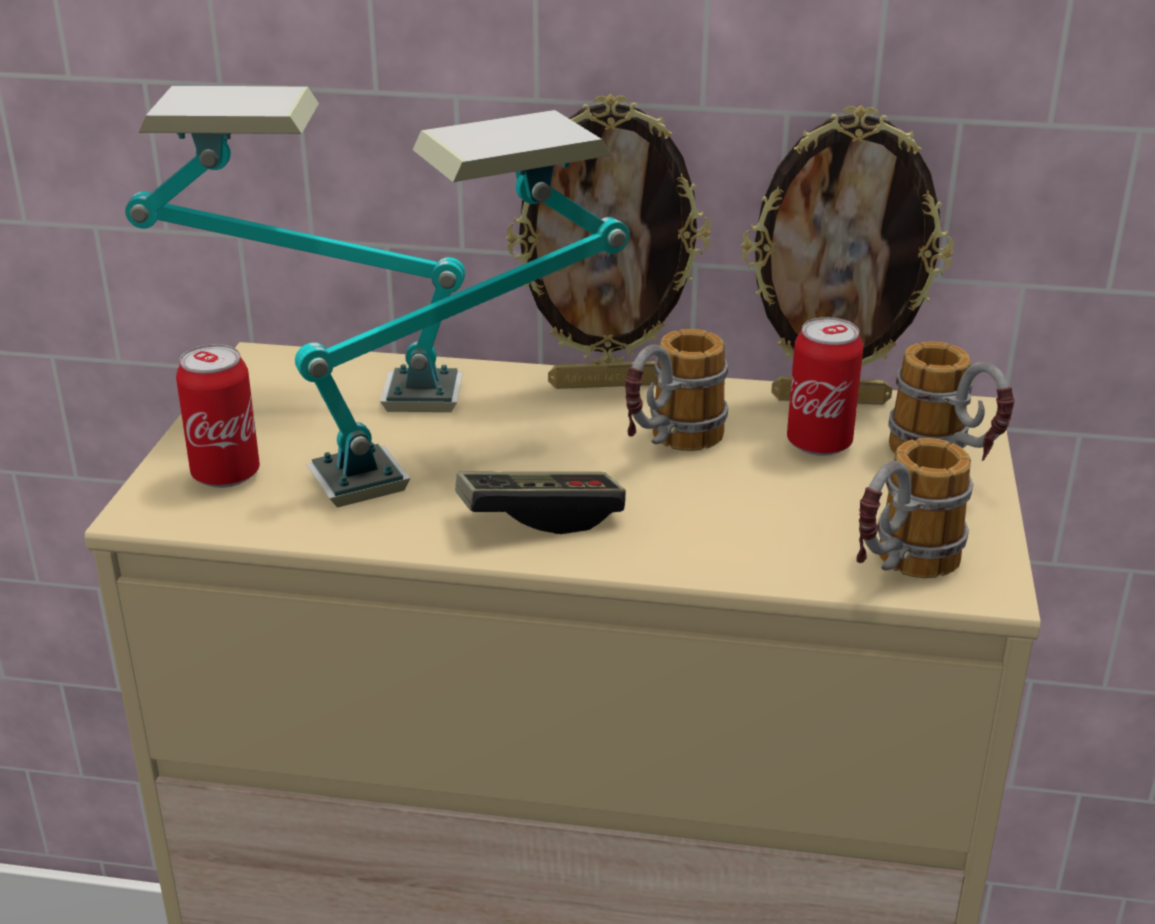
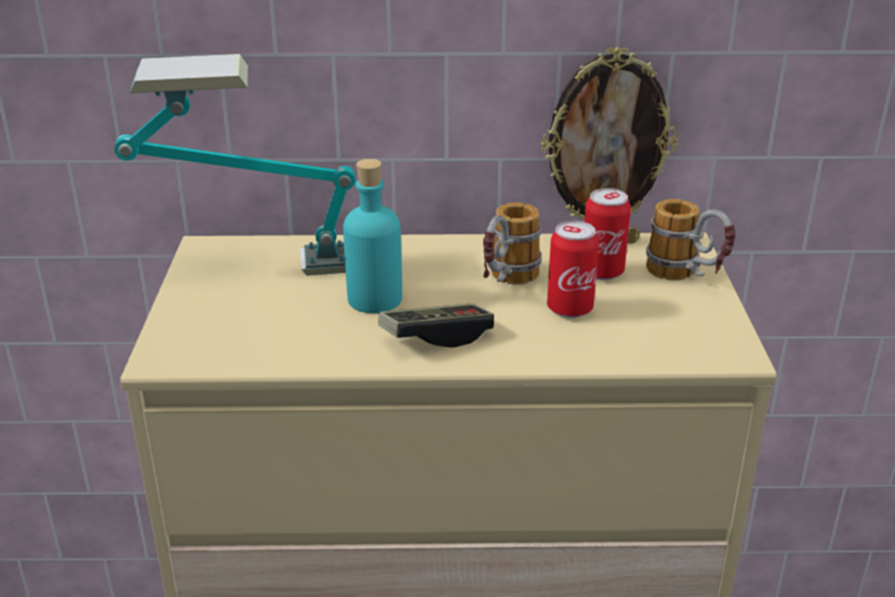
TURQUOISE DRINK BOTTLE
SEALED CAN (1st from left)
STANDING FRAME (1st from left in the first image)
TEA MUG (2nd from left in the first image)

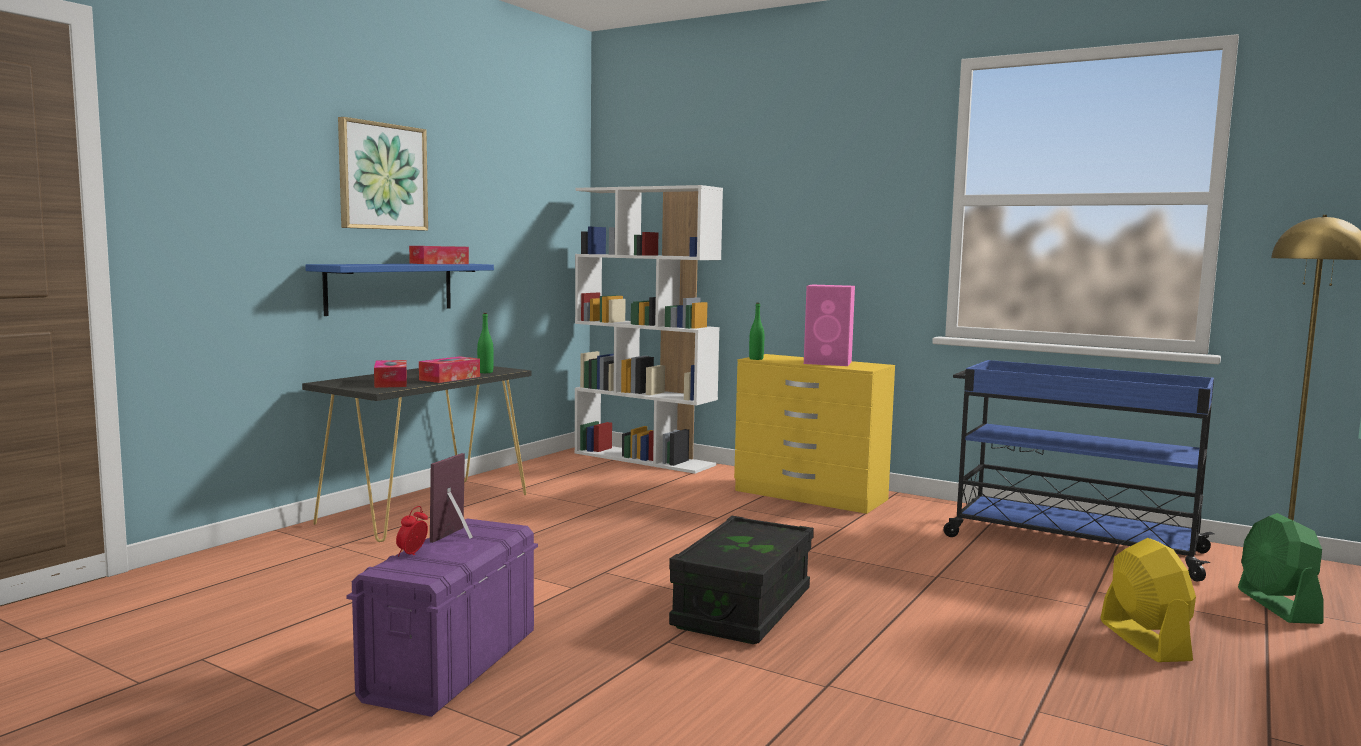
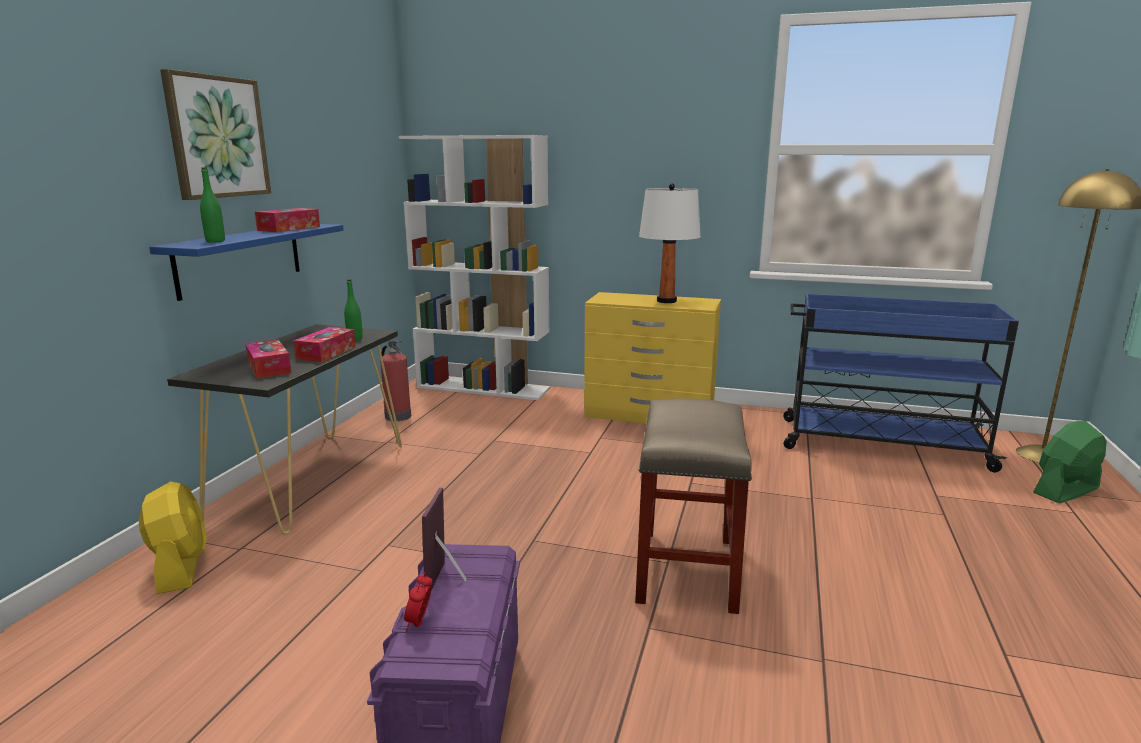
YELLOW-COLOURED COOLING FAN
GREEN-COLOURED DRINK BOTTLE (1st from left)
EXTINGUISHER
SAND-COLOURED SITTING STOOL
WHITISH TABLETOP LAMP
GREEN-COLOURED COOLING FAN

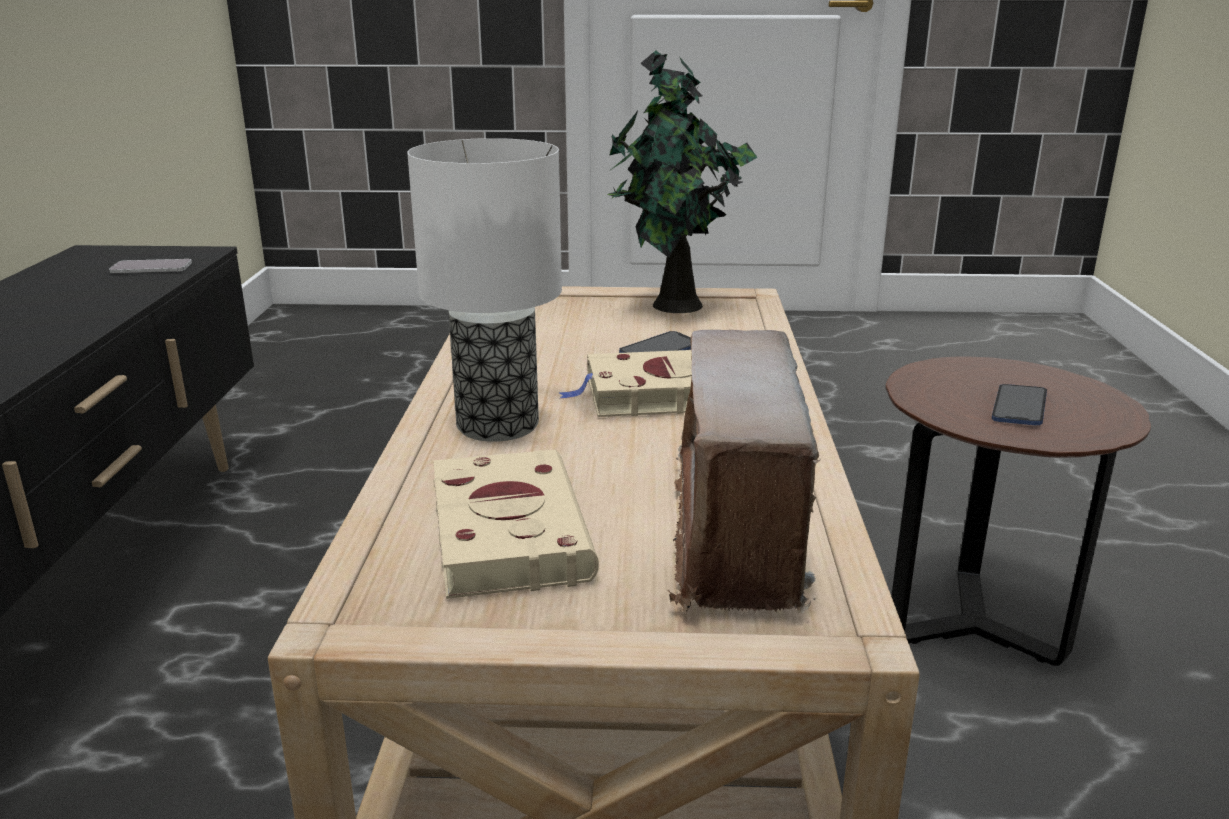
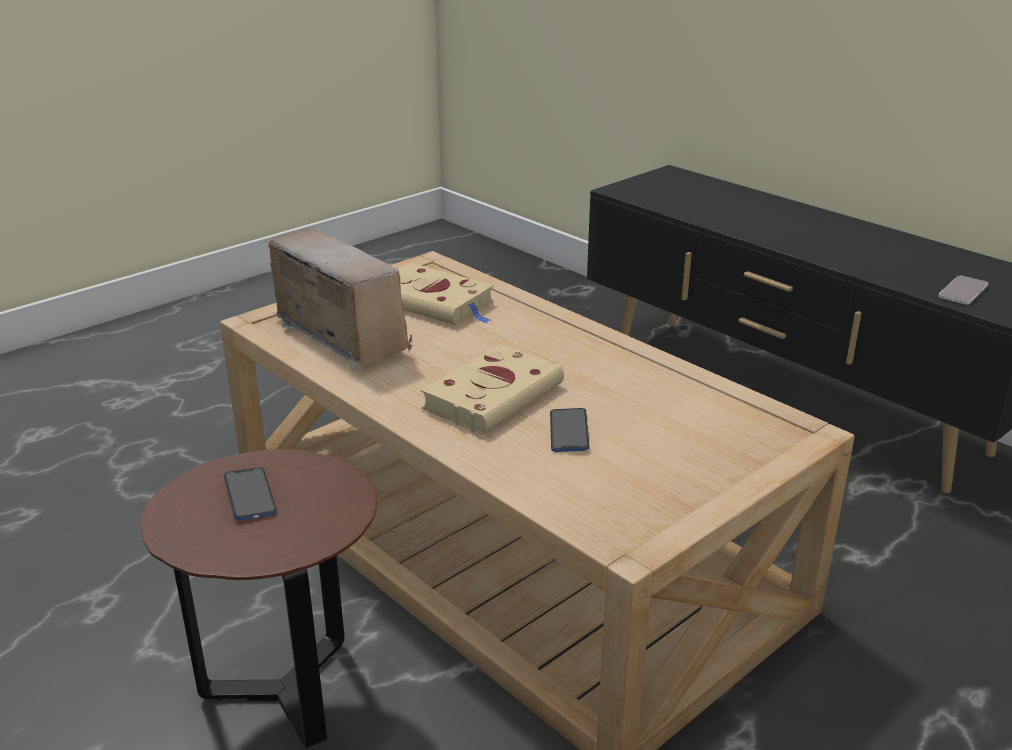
TABLETOP LAMP
POTTED PLANT

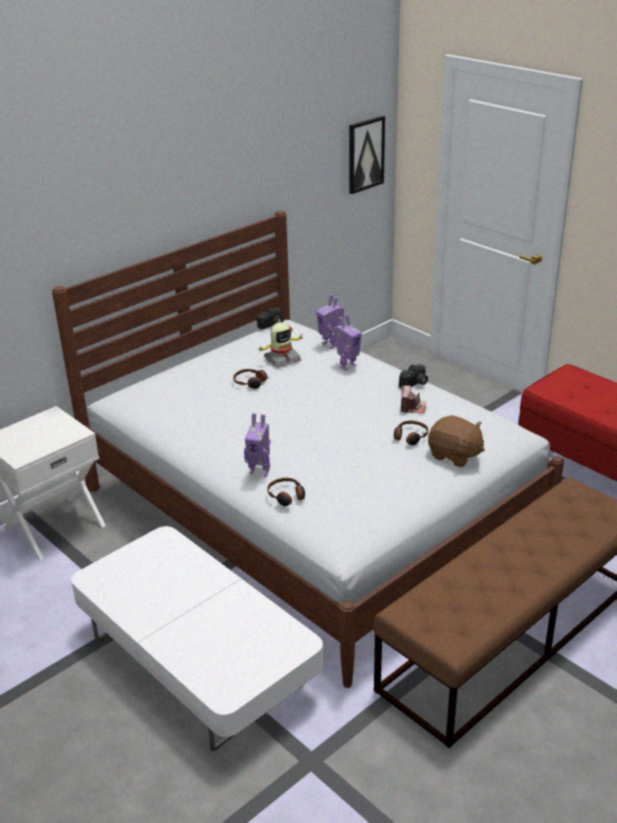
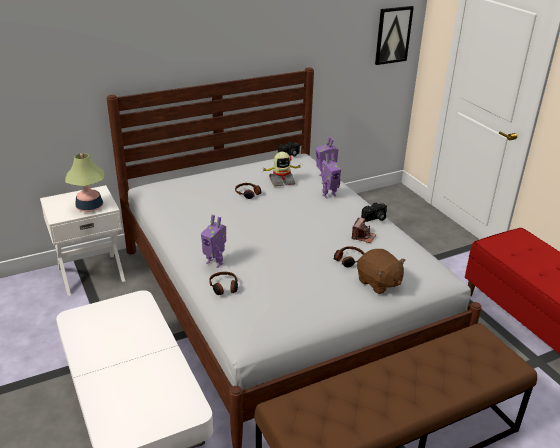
TABLETOP LAMP

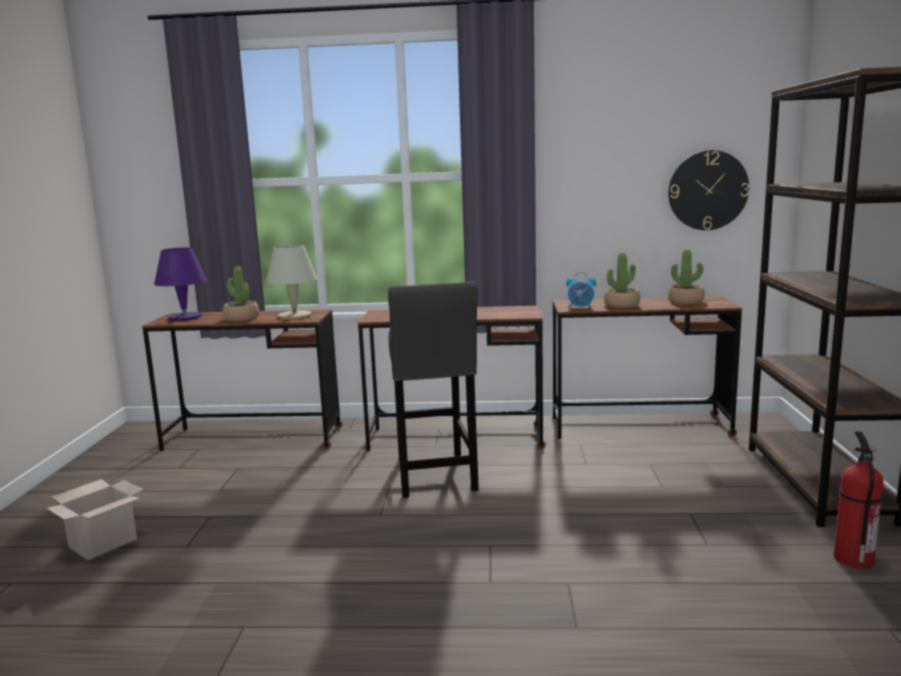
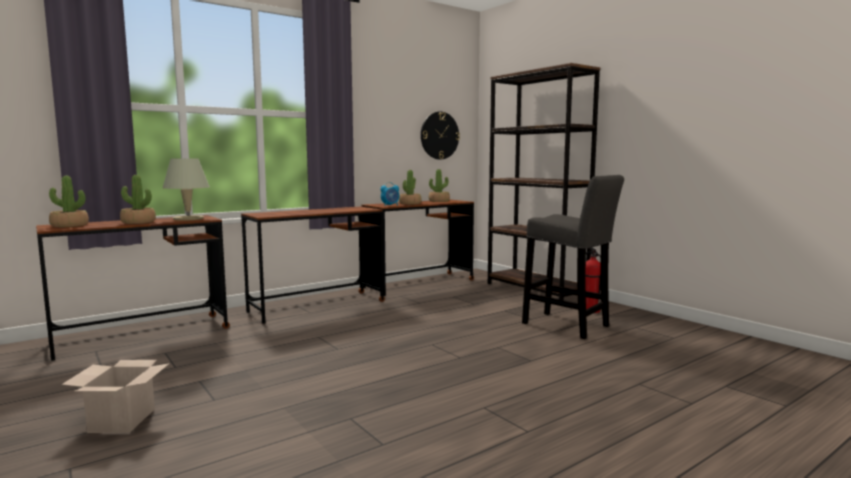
POTTED PLANT (1st from left)
GREY SITTING STOOL

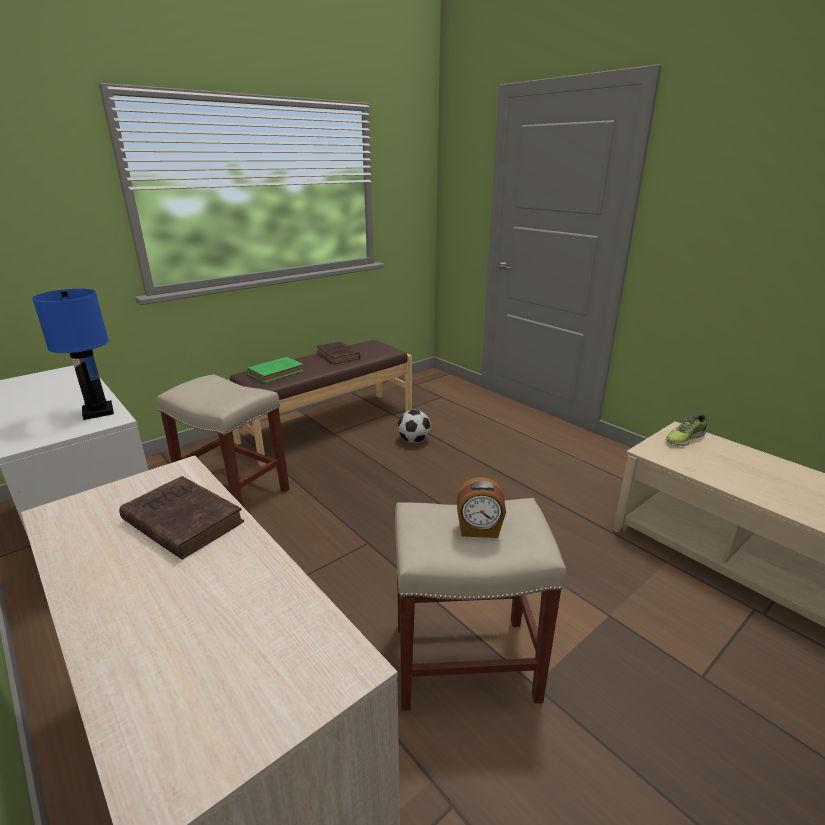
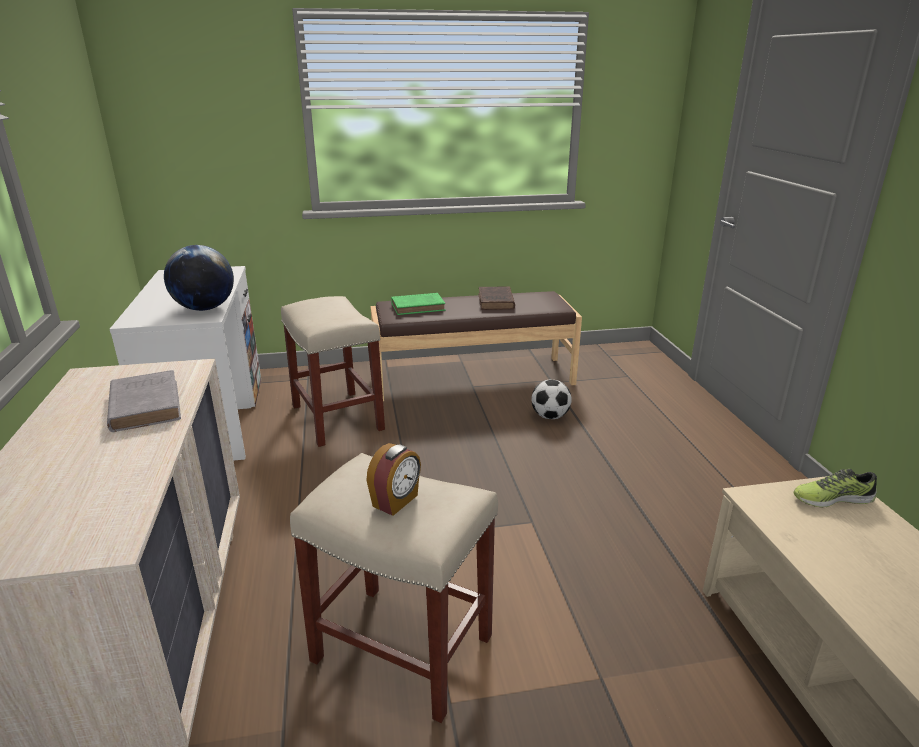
GREY BOUND BOOK
DESK GLOBE
ALARM CLOCK

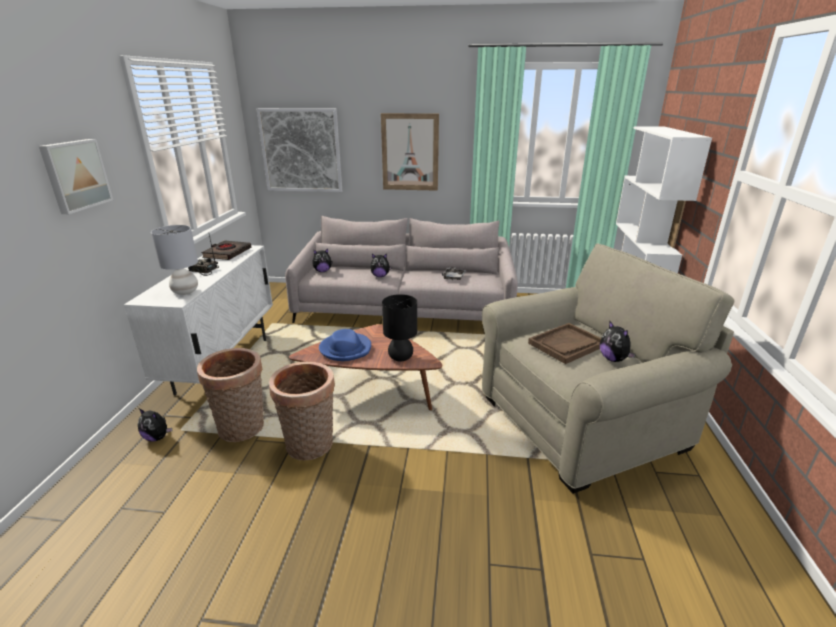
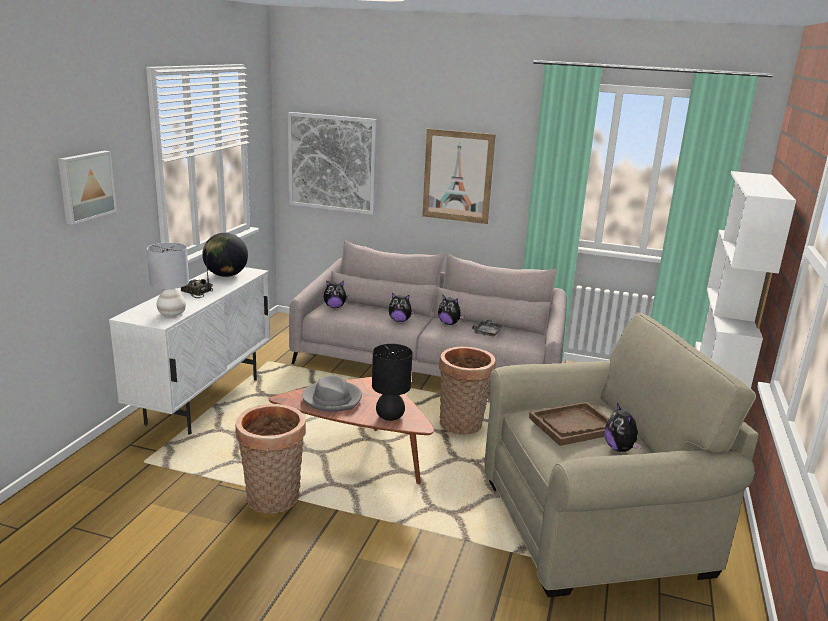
DESK GLOBE
GREY HAT
SOFT TOY (3rd from left)
HOUSEHOLD BASKET (2nd from left)

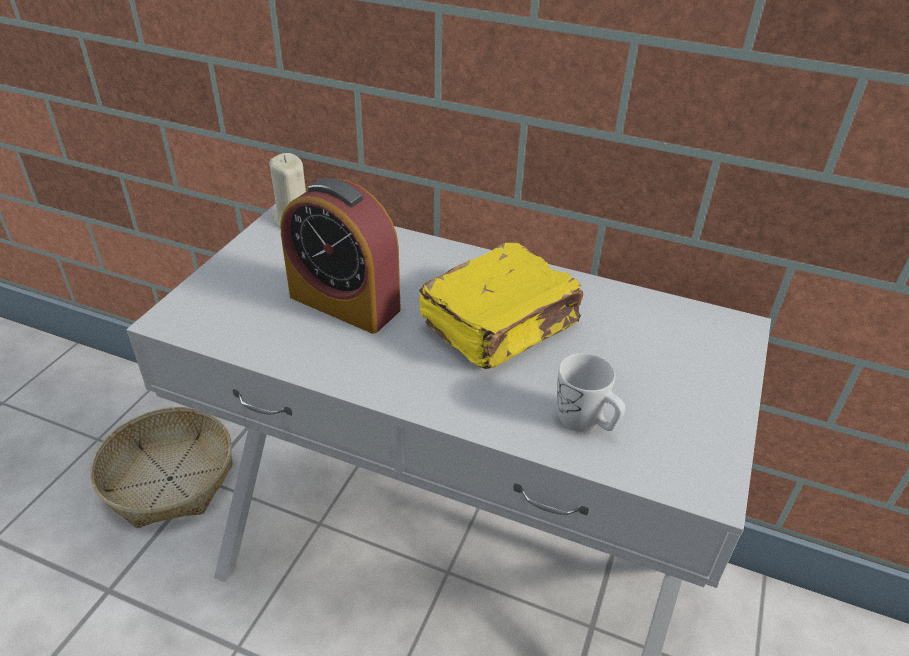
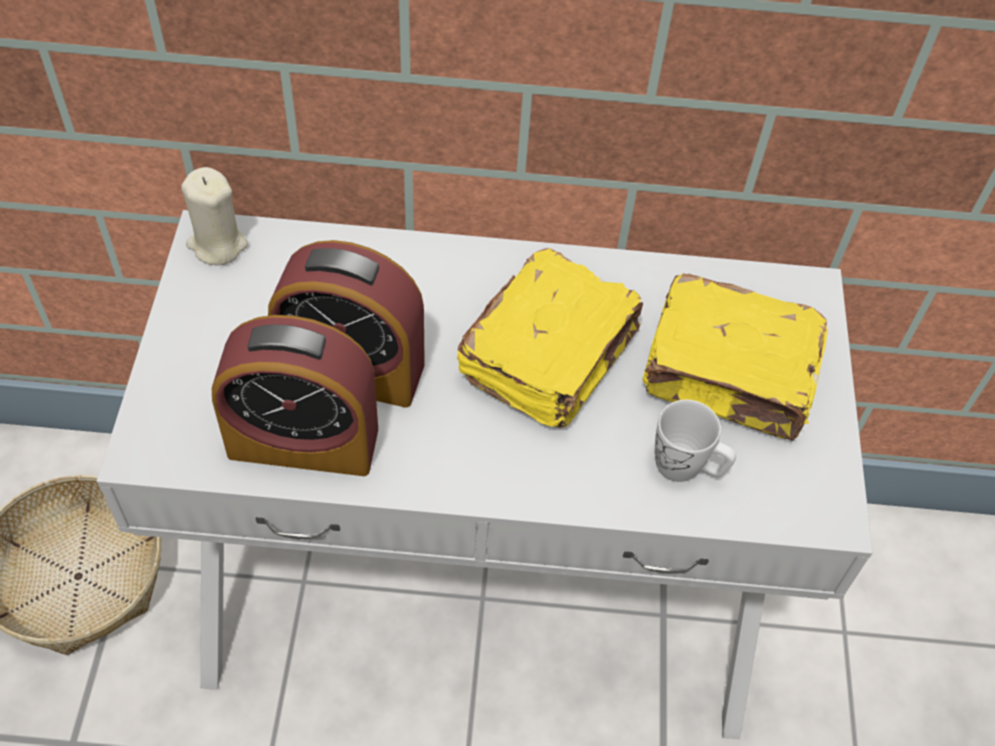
ALARM CLOCK (1st from left)
YELLOW-COLOURED BOUND BOOK (2nd from left)

